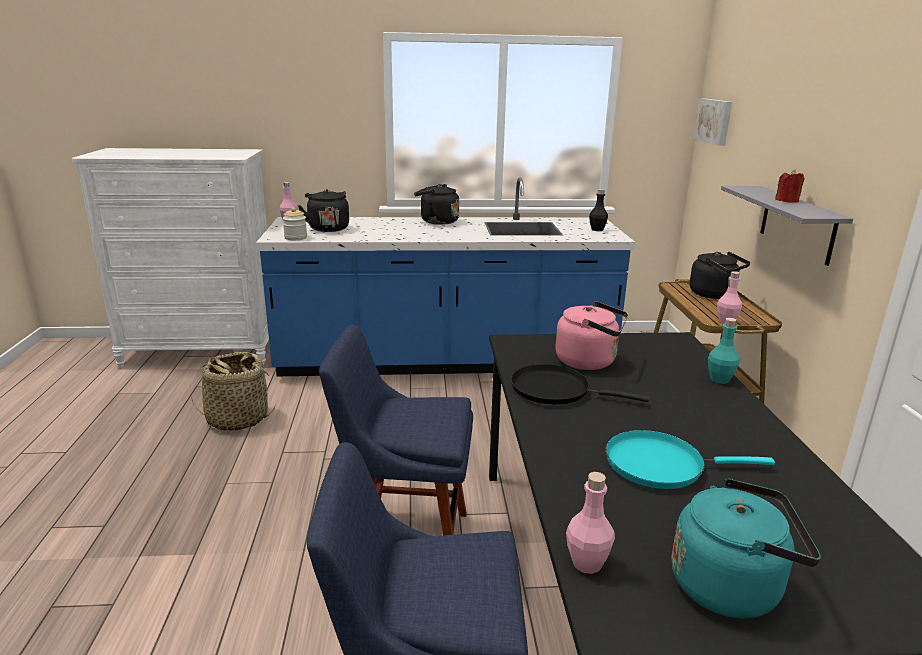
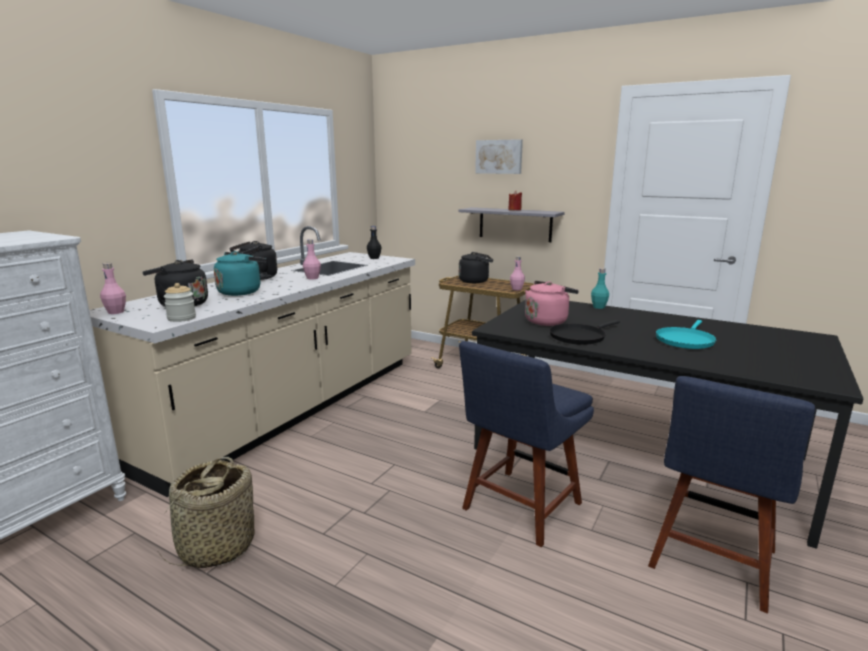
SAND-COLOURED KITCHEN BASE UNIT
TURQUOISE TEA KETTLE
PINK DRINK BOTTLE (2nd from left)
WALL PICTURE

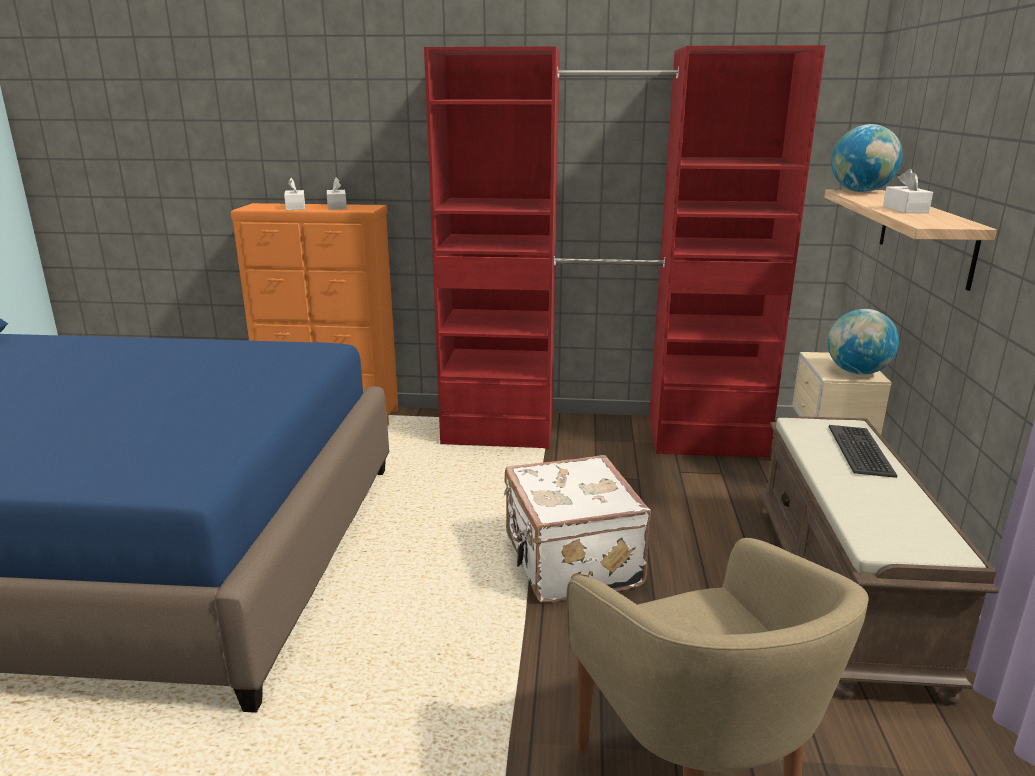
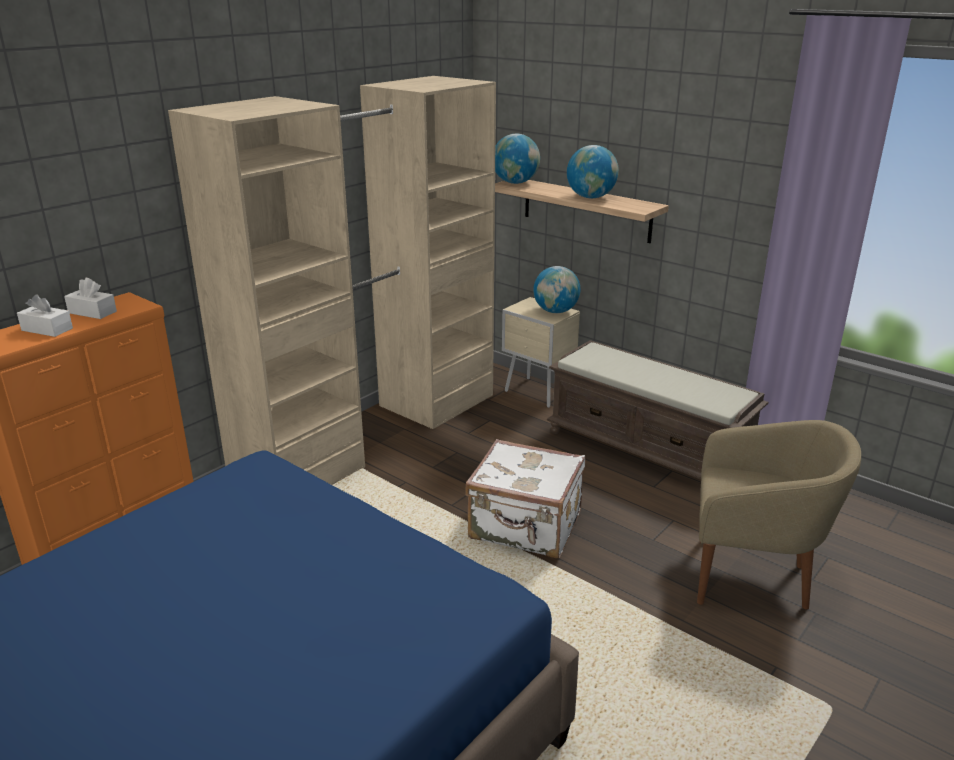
SAND-COLOURED WARDROBE
DESK GLOBE (3rd from left)
KEYBOARD

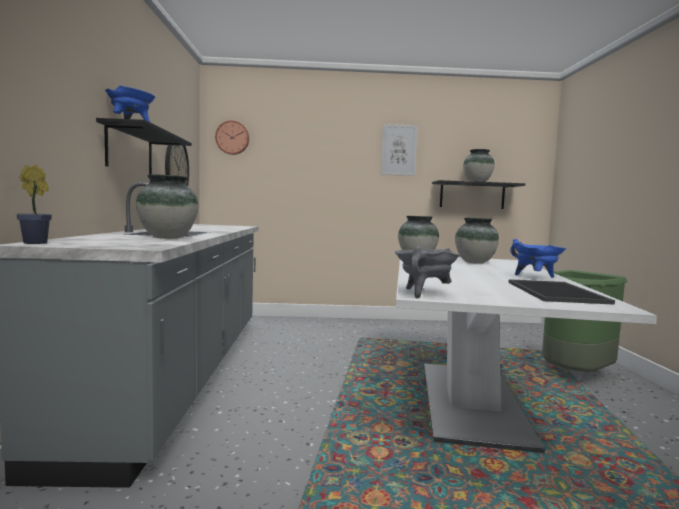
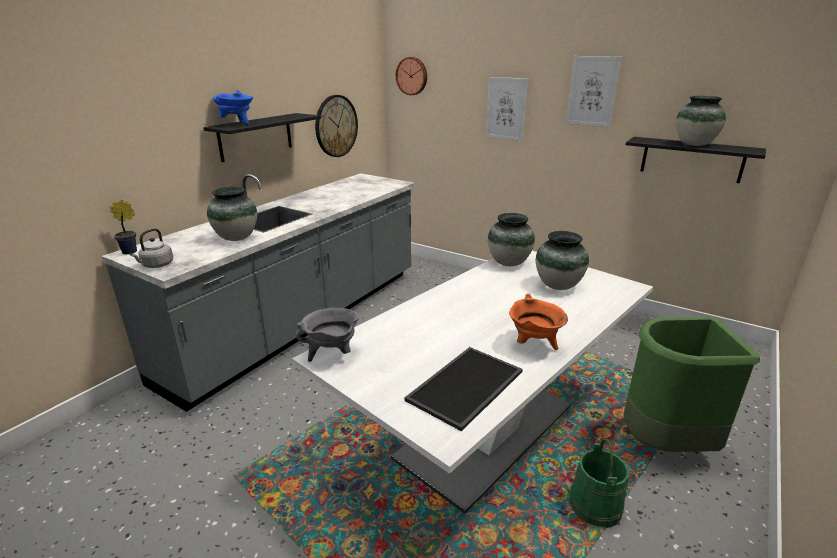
GREY TEA KETTLE
WALL PICTURE (1st from left)
ORANGE SAUCEPOT
GREEN-COLOURED PAIL

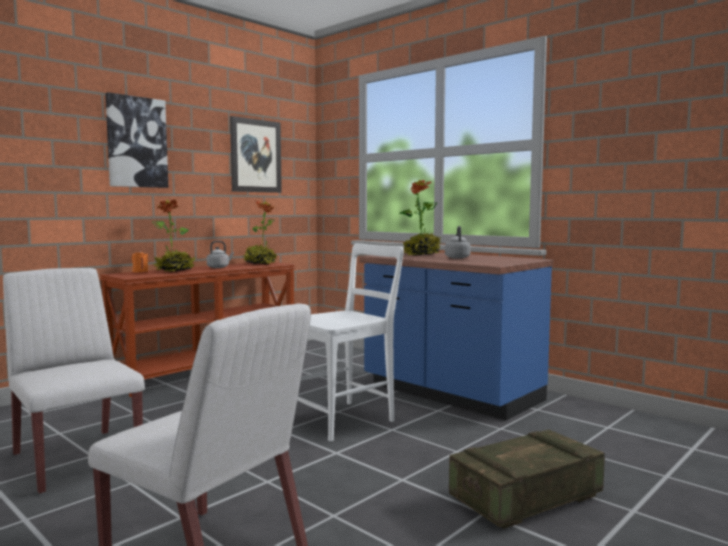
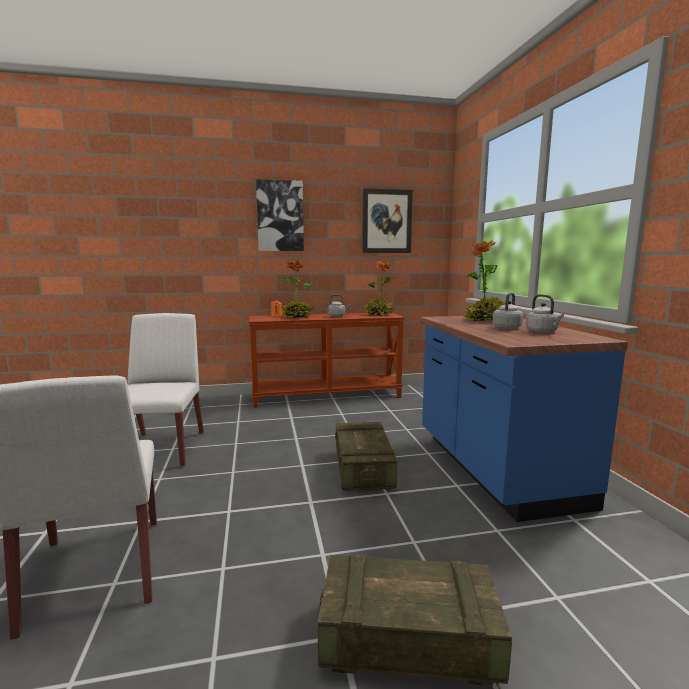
SHIPPING CRATE (1st from left)
GREY TEA KETTLE (3rd from left)

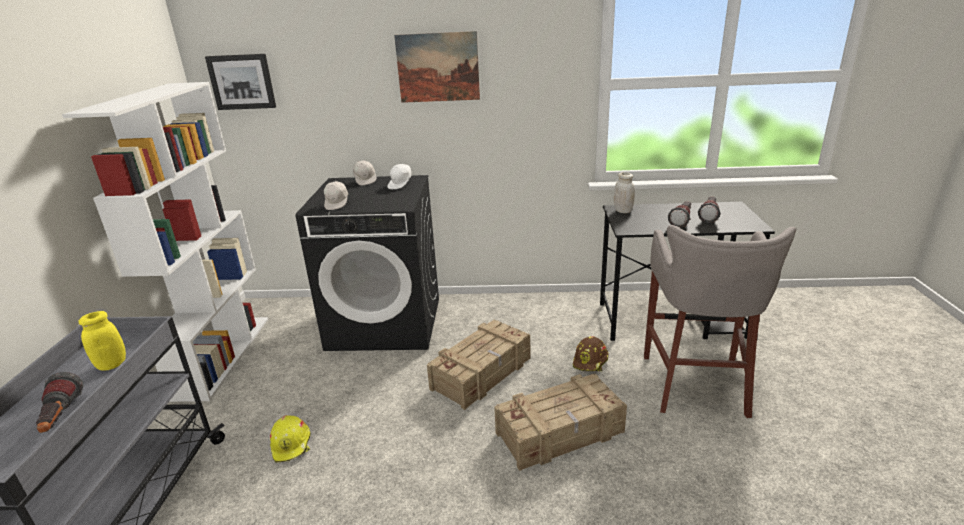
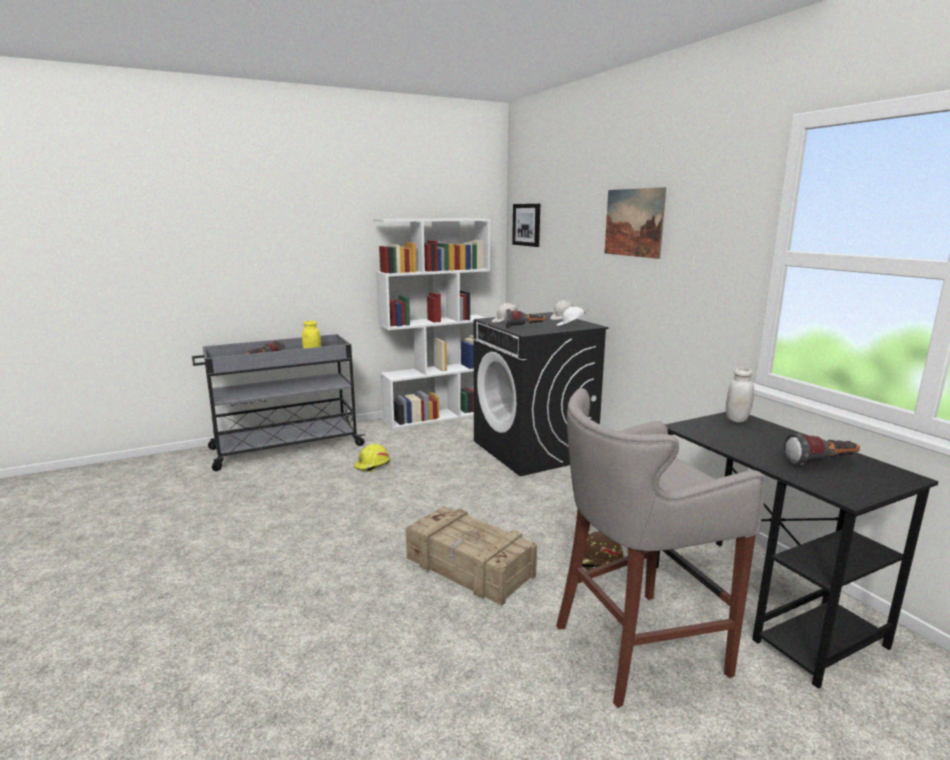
HAND TORCH (2nd from left)
SHIPPING CRATE (1st from left in the first image)

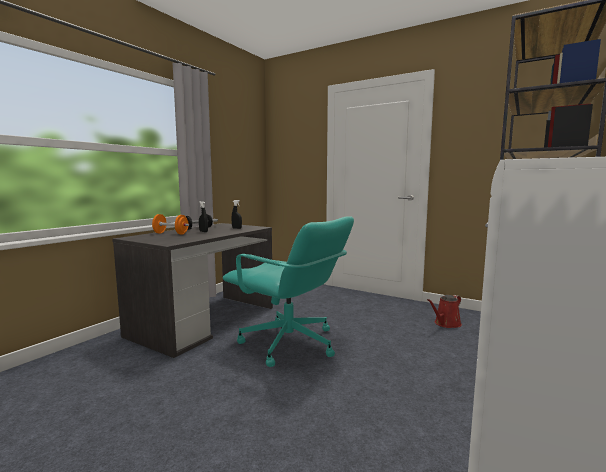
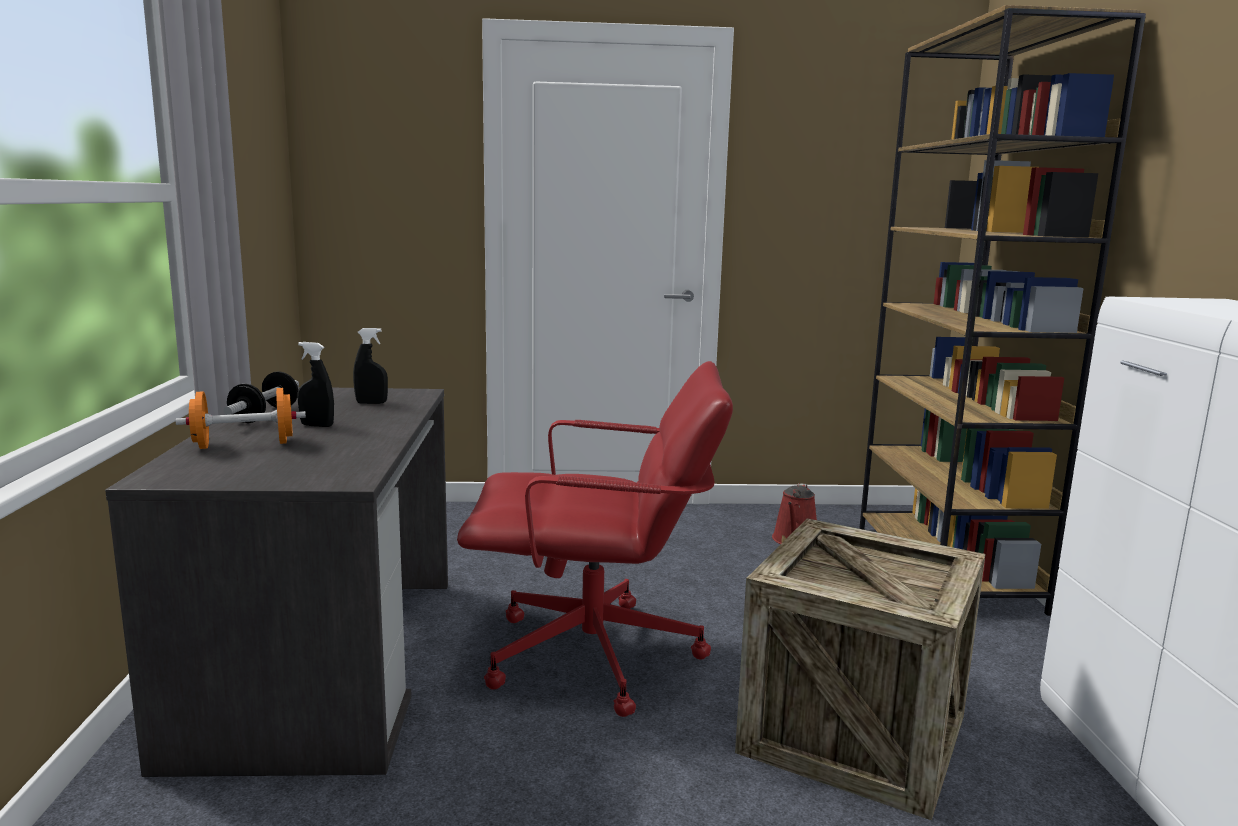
RED OFFICE CHAIR
SHIPPING CRATE

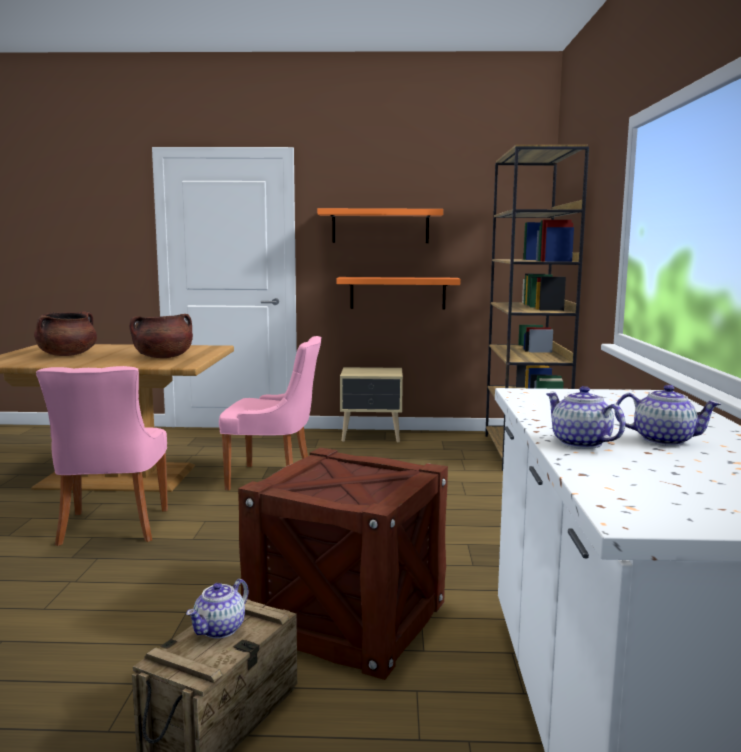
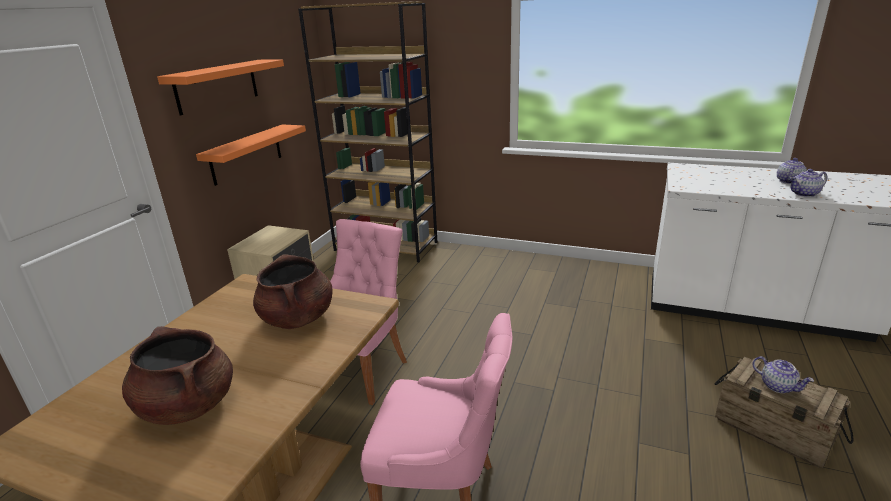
SHIPPING CRATE (2nd from left in the first image)

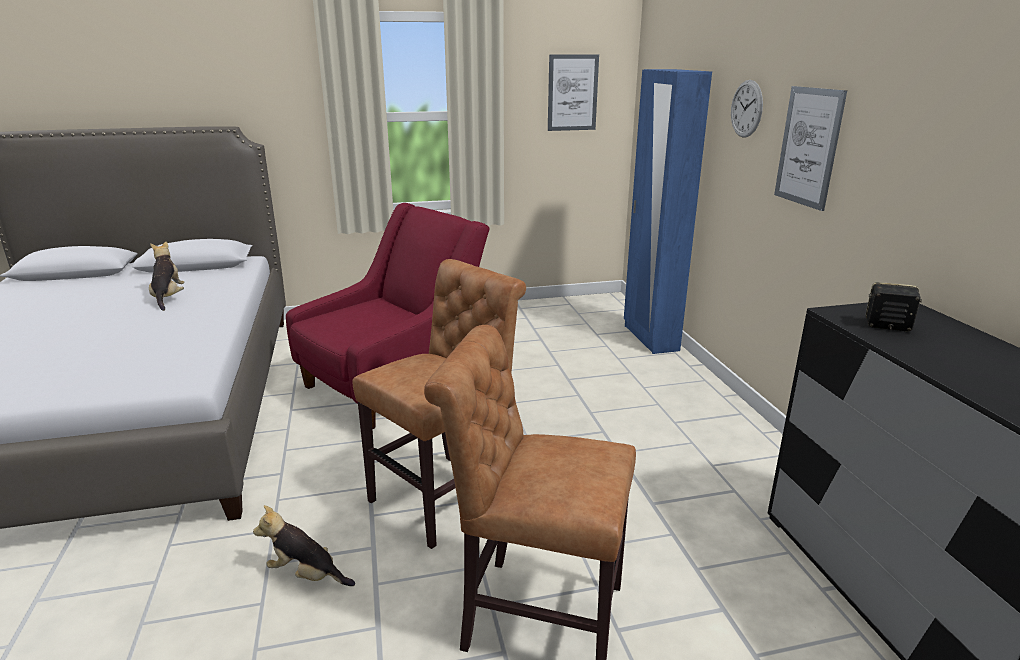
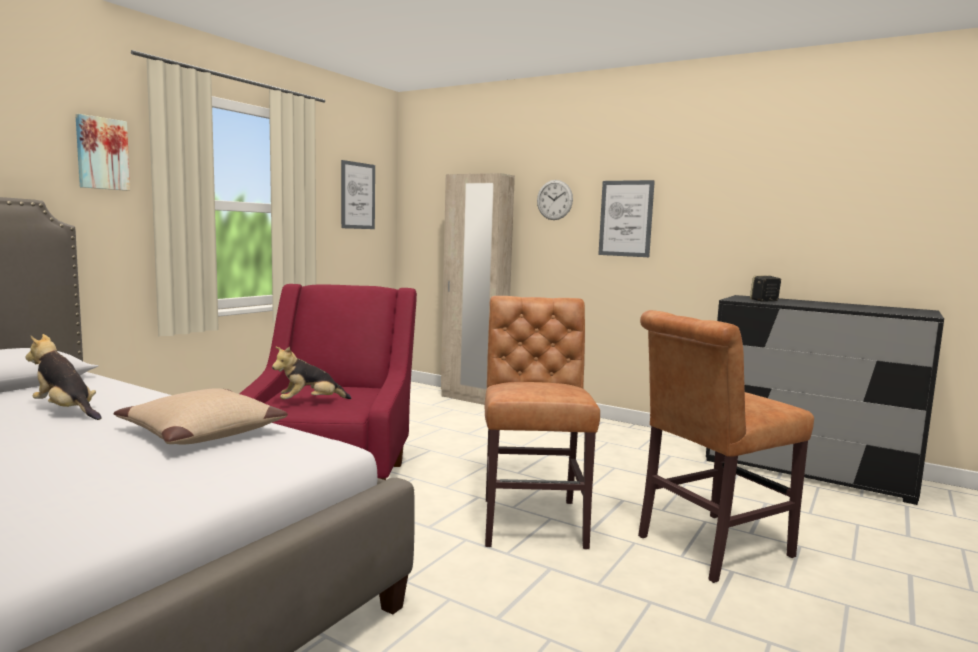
WALL PICTURE (1st from left)
SAND-COLOURED PILLOW
SOFT TOY (2nd from left)
SAND-COLOURED WARDROBE

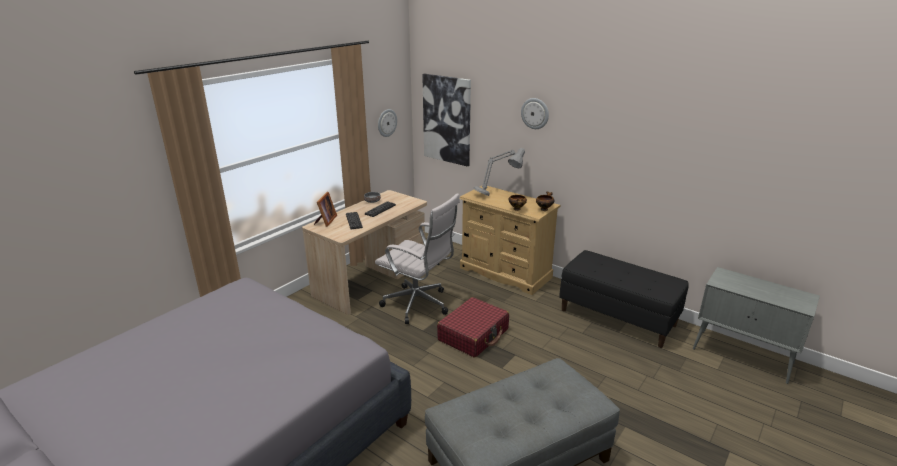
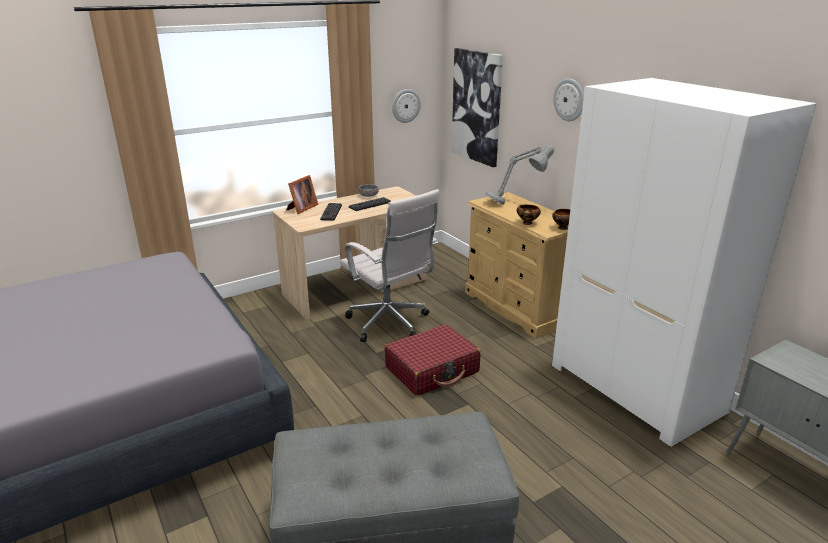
WHITISH WARDROBE

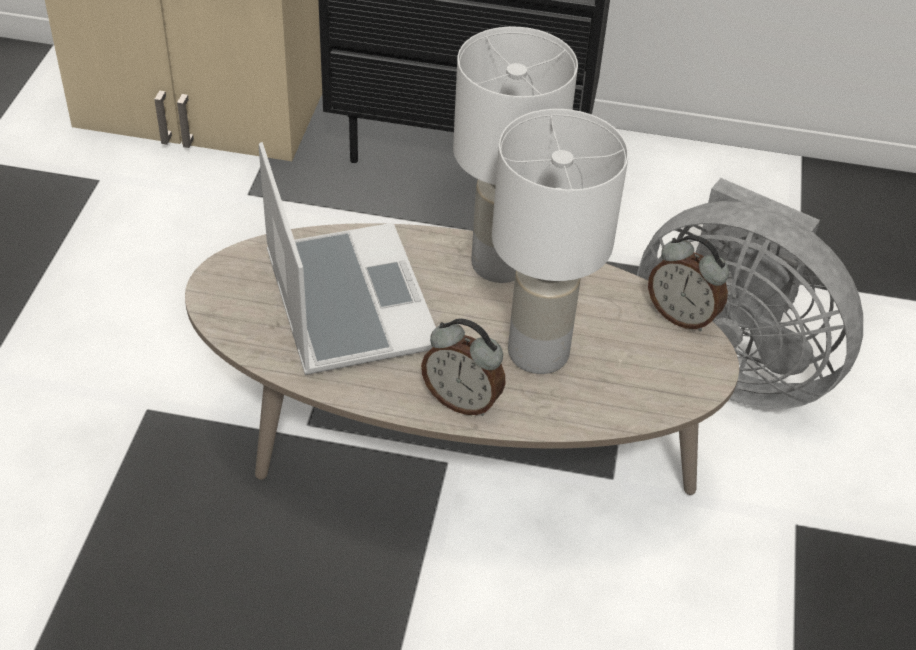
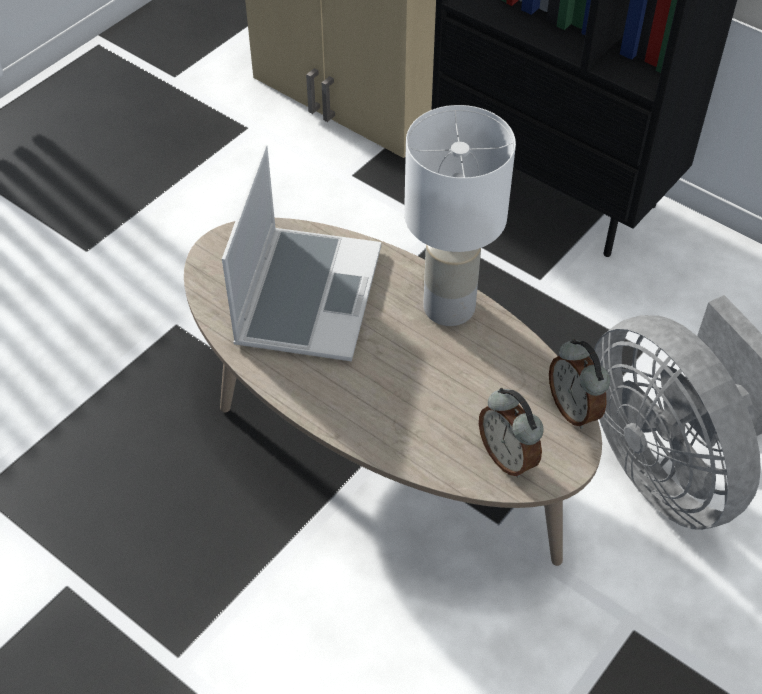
ALARM CLOCK (1st from left)
WHITISH TABLETOP LAMP (2nd from left in the first image)

